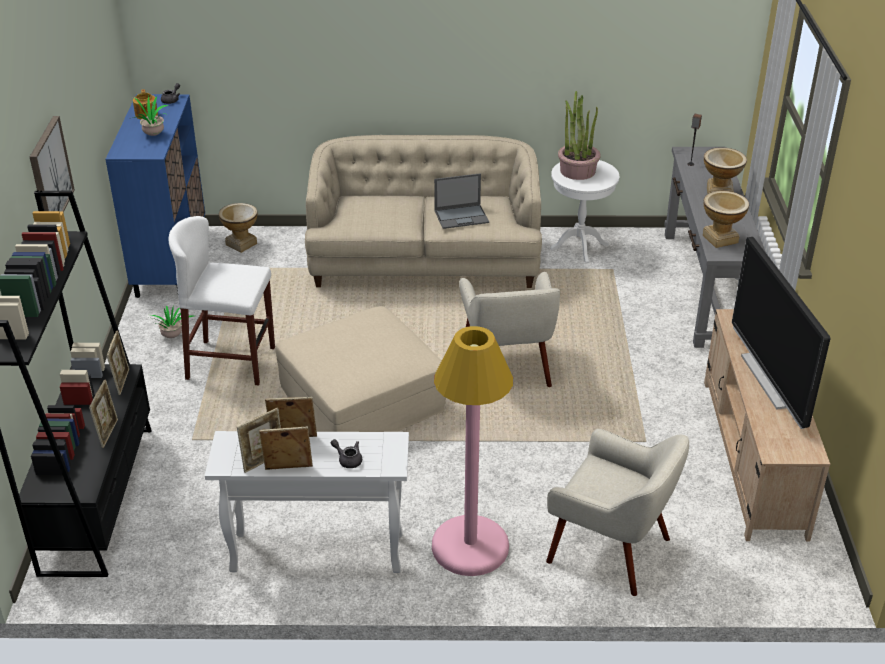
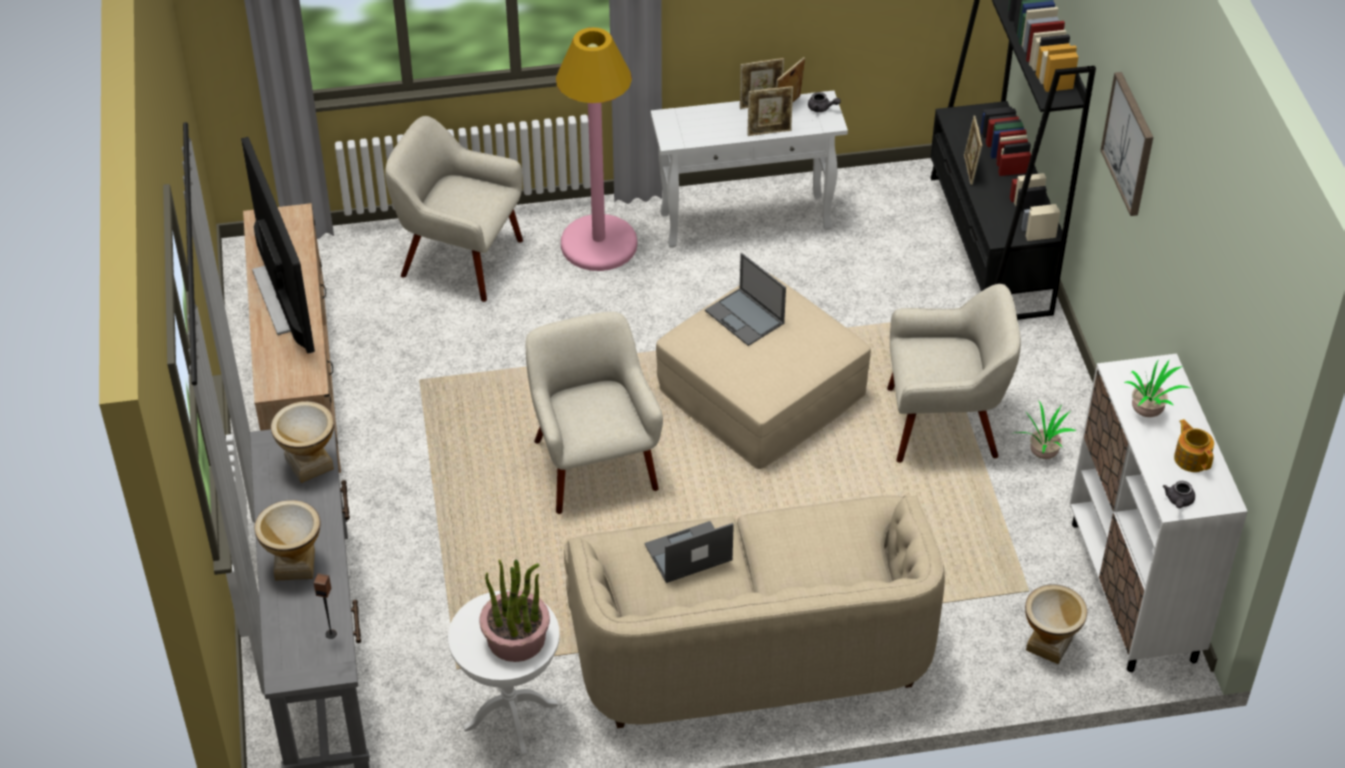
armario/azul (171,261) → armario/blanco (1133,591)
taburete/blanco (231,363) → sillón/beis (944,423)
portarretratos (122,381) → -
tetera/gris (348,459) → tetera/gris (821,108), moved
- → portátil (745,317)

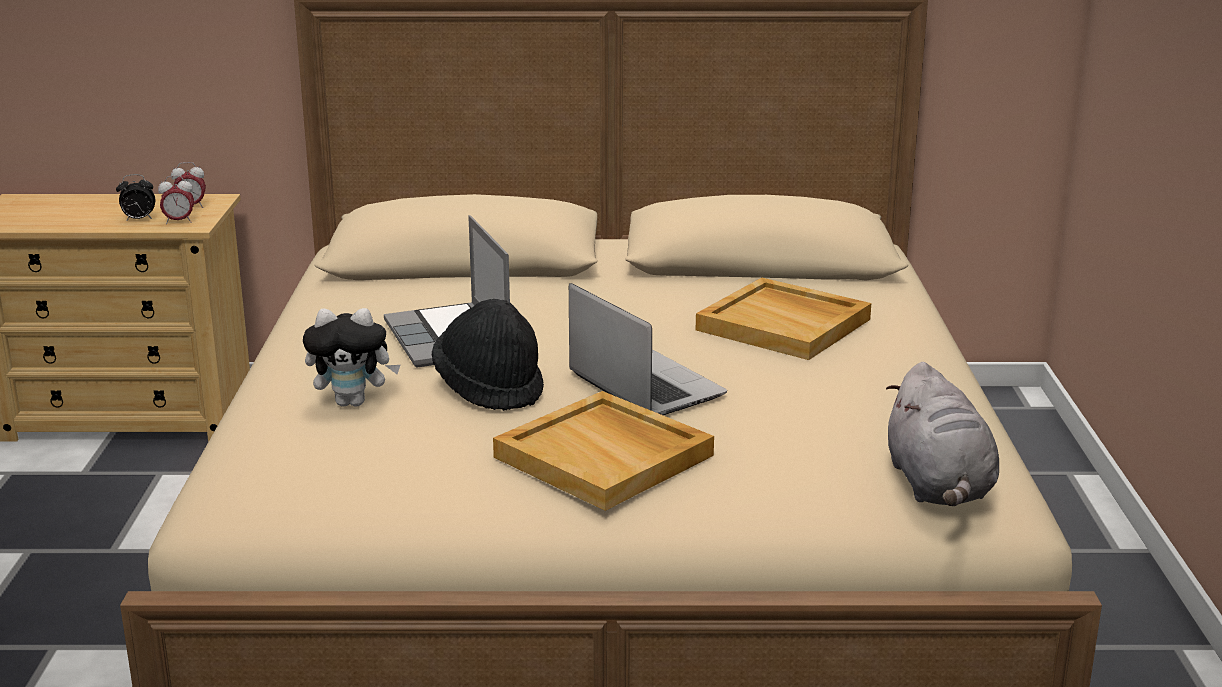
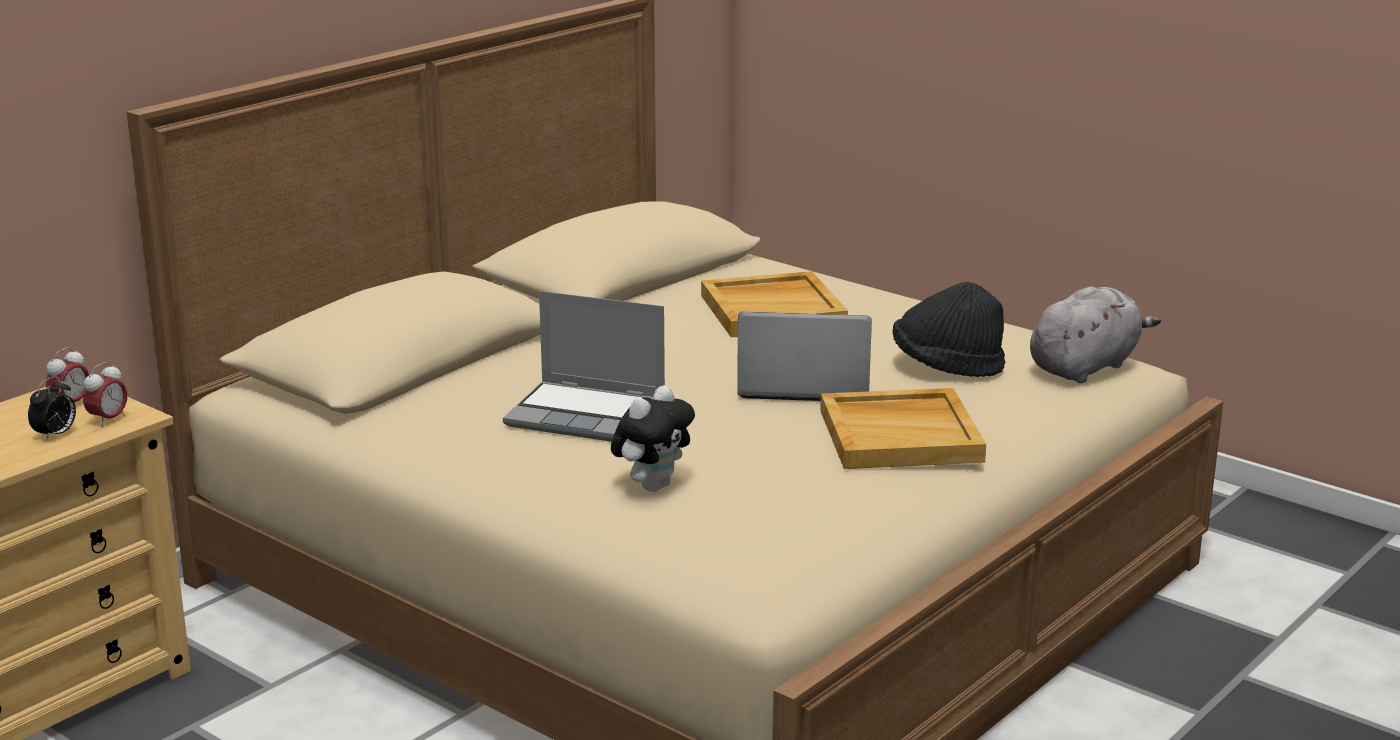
sombrero/negro (490,388) → sombrero/negro (947,367), moved
peluche/gris (938,487) → peluche/gris (1085,367), 75 degrees counterclockwise

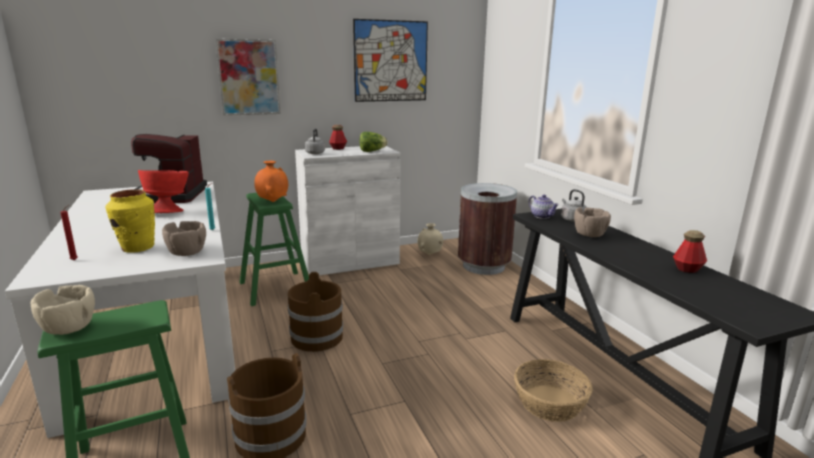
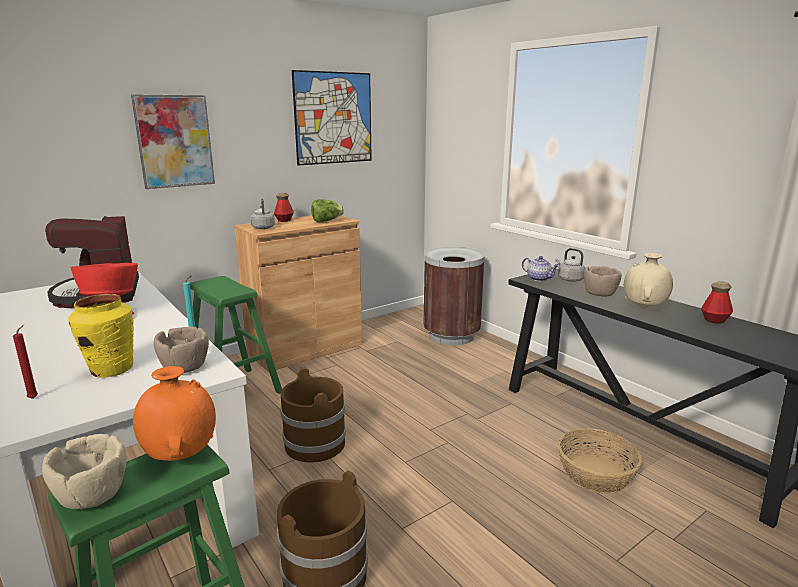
armario/blanco (350,261) → armario/marrón (305,348)
florero/naranja (272,201) → florero/naranja (180,455), moved
florero/beis (429,254) → florero/beis (644,308), moved

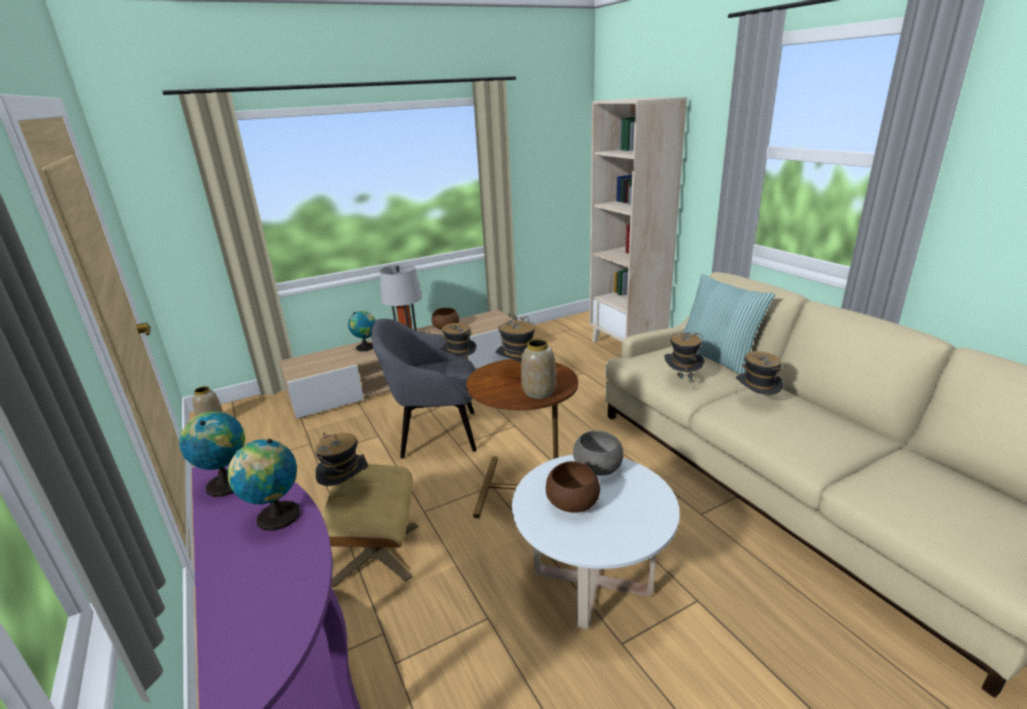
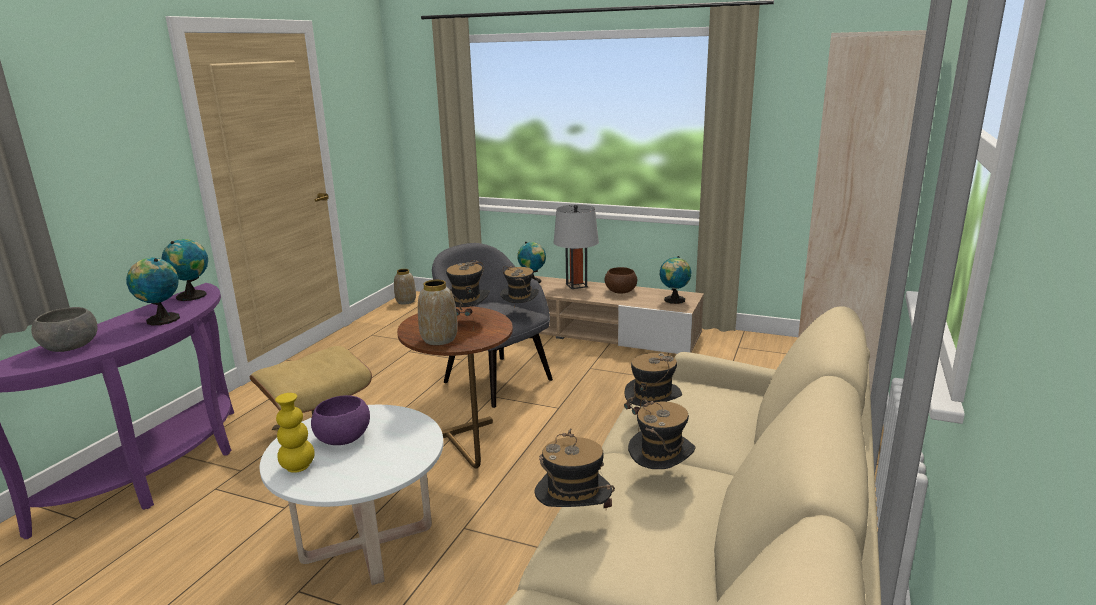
cojín (717,358) → -
cuenco/gris (598,467) → cuenco/gris (70,346), moved
sombrero (346,490) → sombrero (574,522), moved
cuenco/marrón (572,502) → cuenco/morado (343,437)
- → globo terráqueo (674,300)
- → florero/amarillo (298,467)

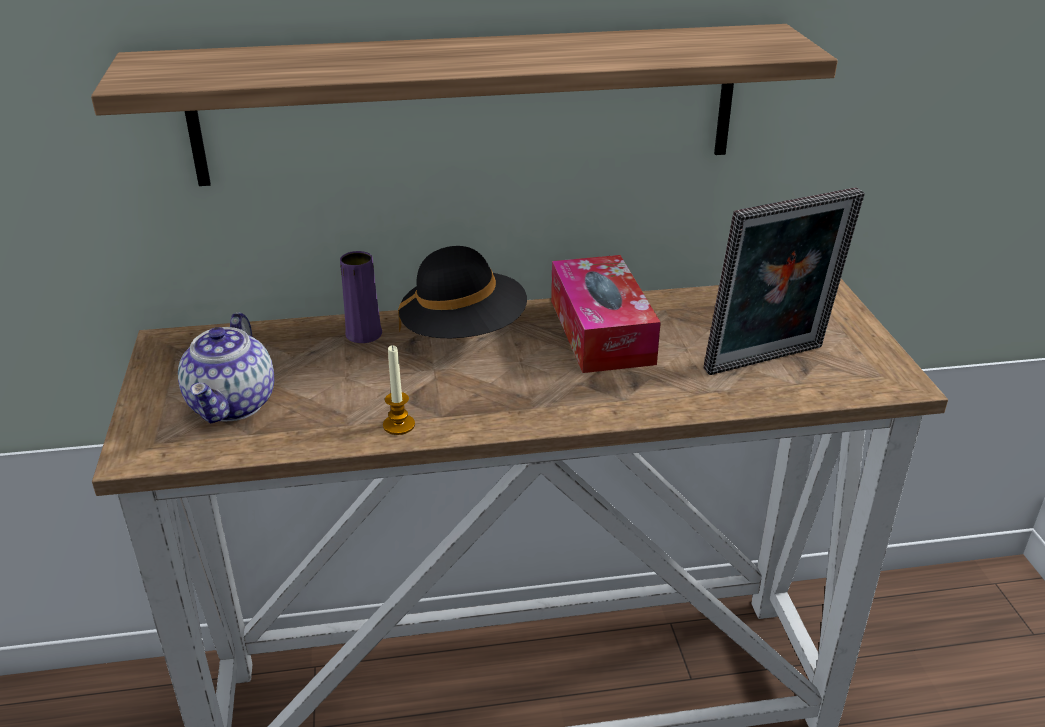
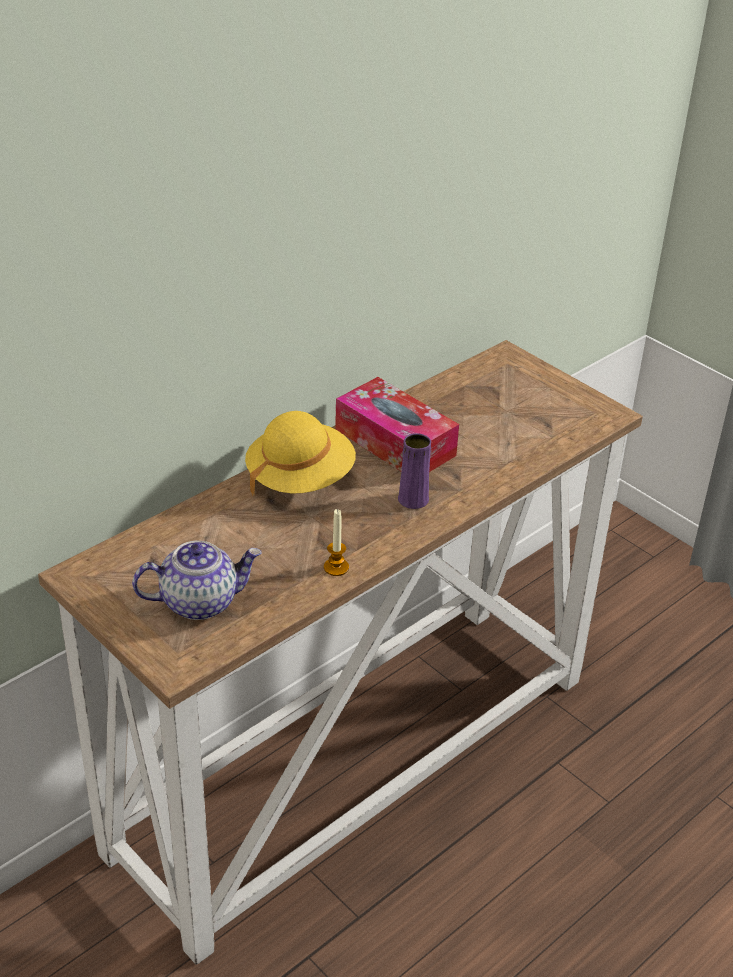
estante (468,105) → -
portarretratos (768,362) → -
sombrero/negro (464,331) → sombrero/amarillo (300,478)
florero/morado (364,334) → florero/morado (413,499), moved
tetera (233,405) → tetera (200,601), 75 degrees counterclockwise

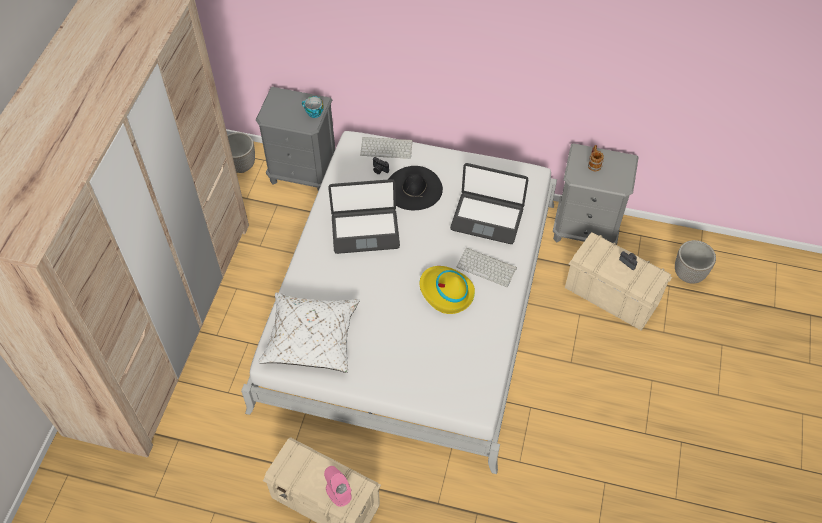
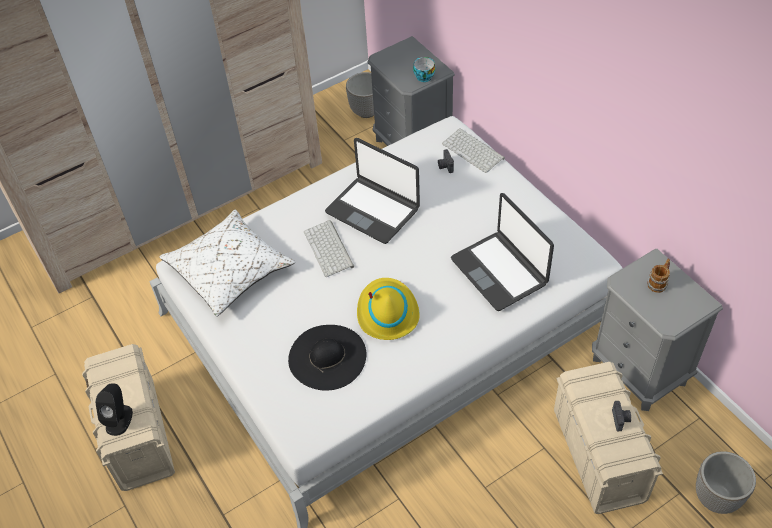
sombrero/negro (414,188) → sombrero/negro (327,357), moved
teclado (487,267) → teclado (330,249), moved
altavoz/rosa (338,492) → altavoz/negro (119,419)

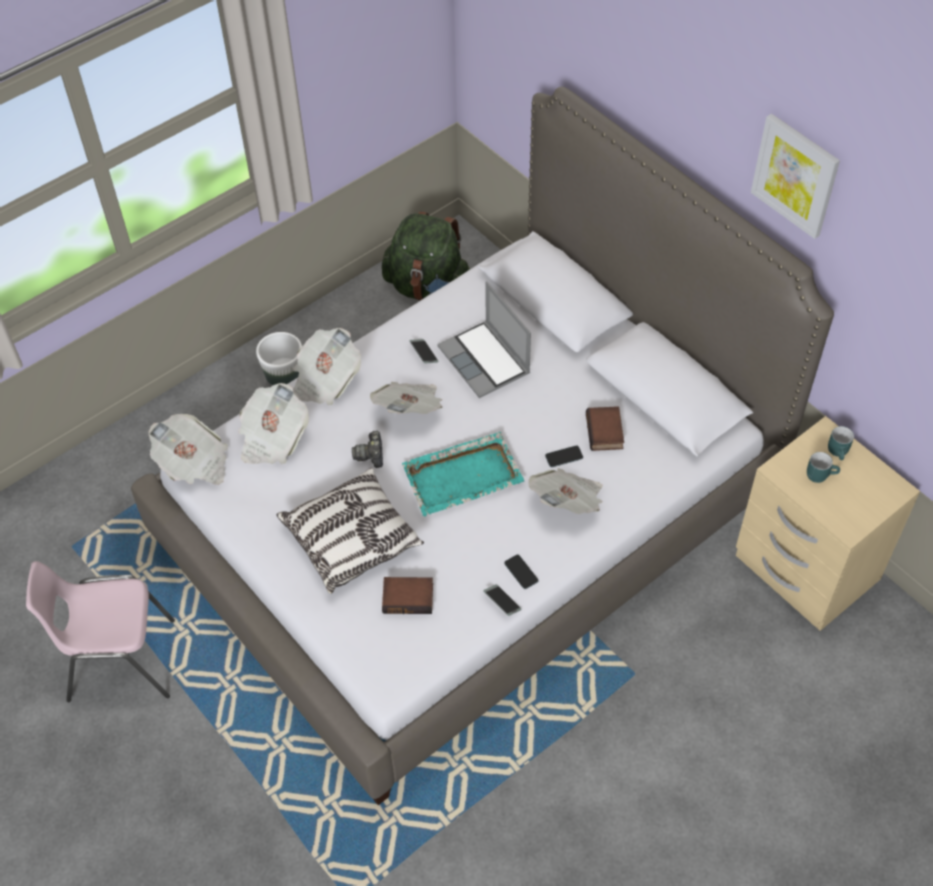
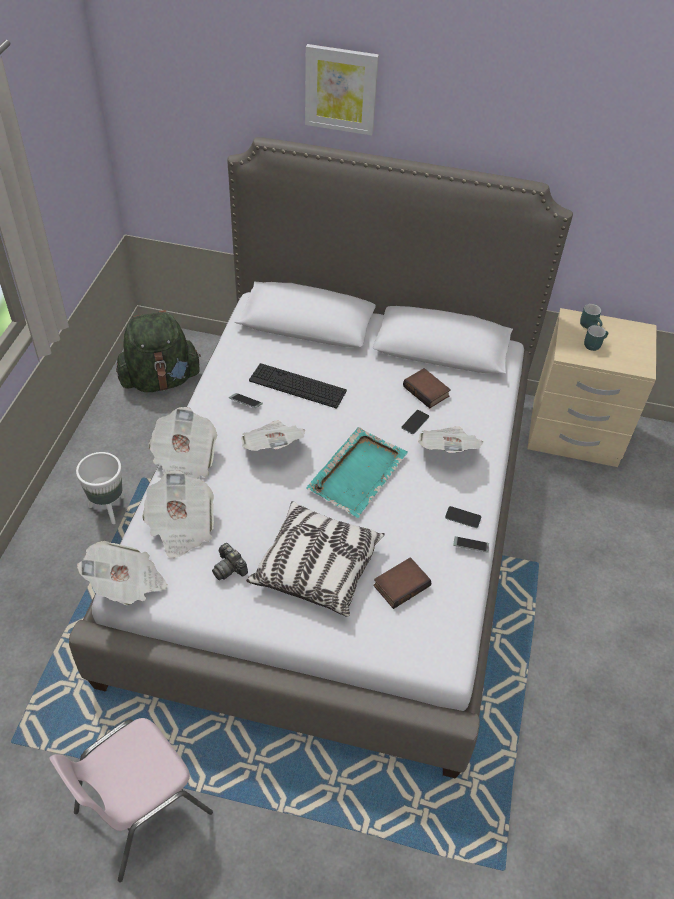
cuadro (795,175) → cuadro (341,89), moved
portátil (485,361) → teclado (297,385)
cámara (370,455) → cámara (229,568), moved

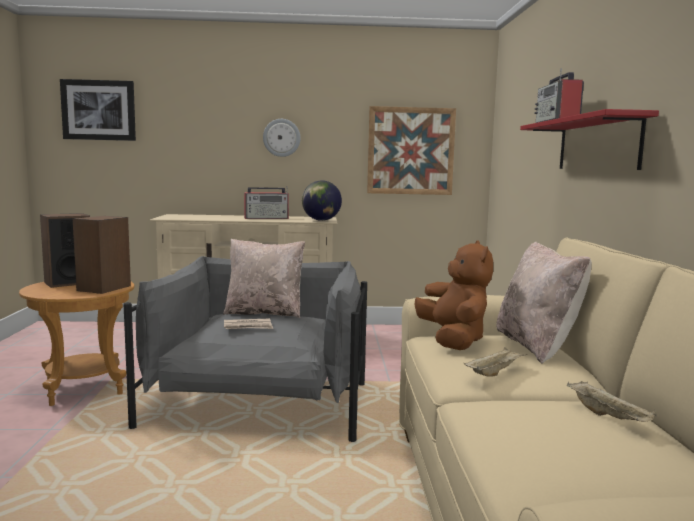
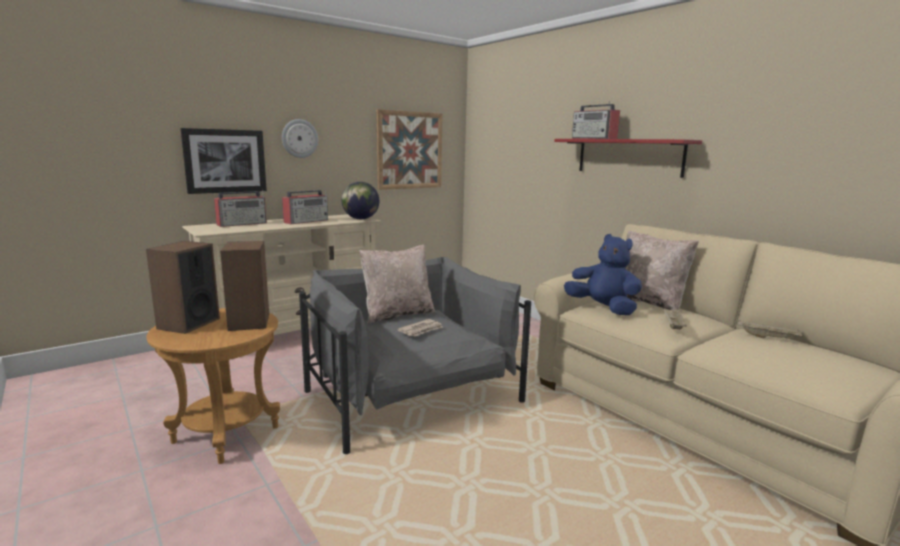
cuadro (98,110) → cuadro (225,161), moved
peluche/marrón (453,340) → peluche/azul (603,308)
- → radio (243,224)

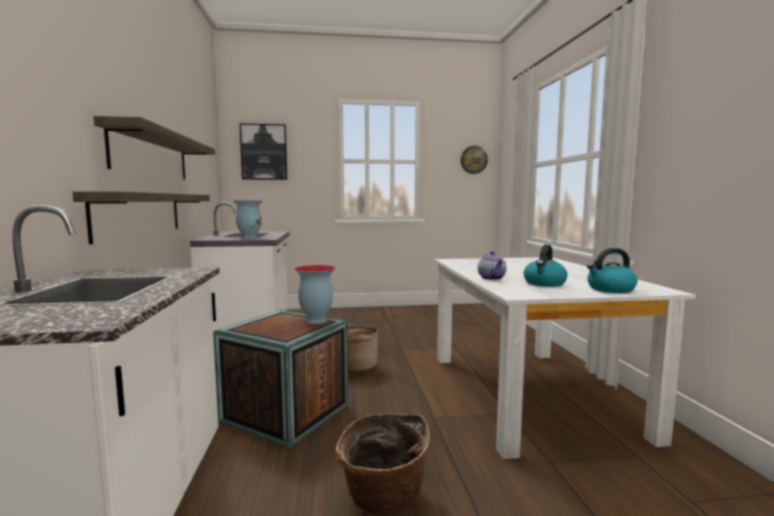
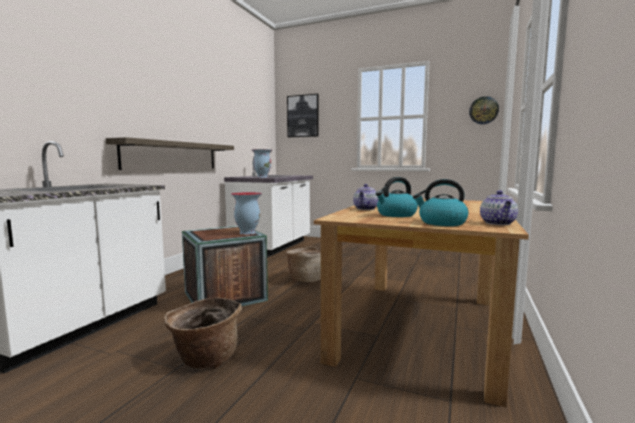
estante (152,155) → -
mesa de comedor/blanco (531,393) → mesa de comedor/marrón (421,327)
- → tetera (498,223)

